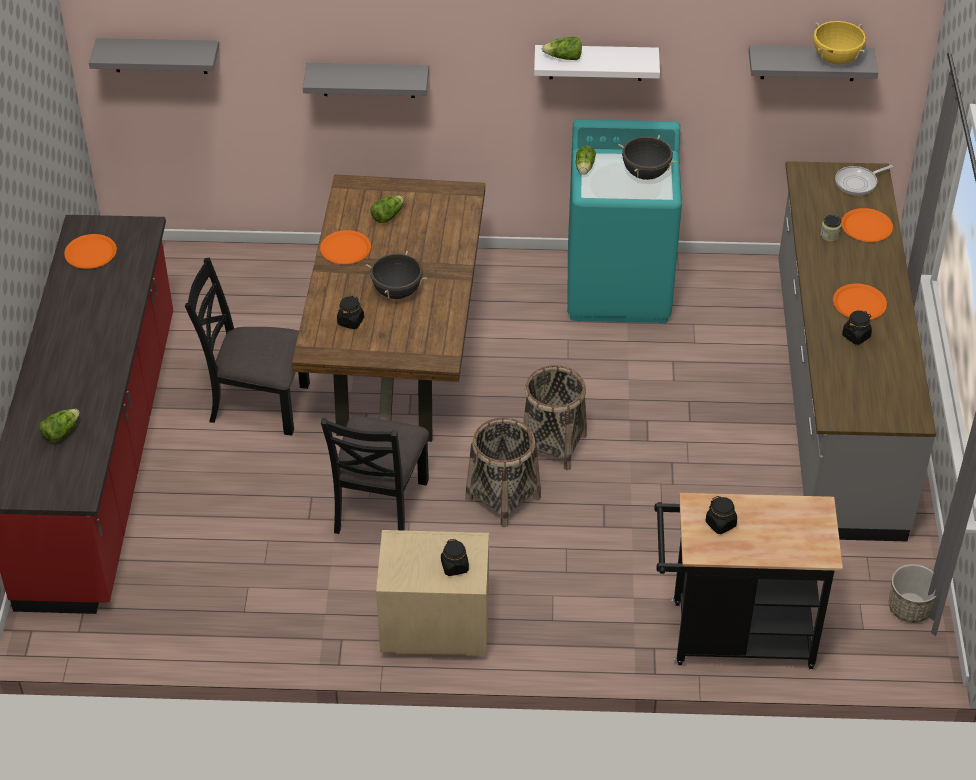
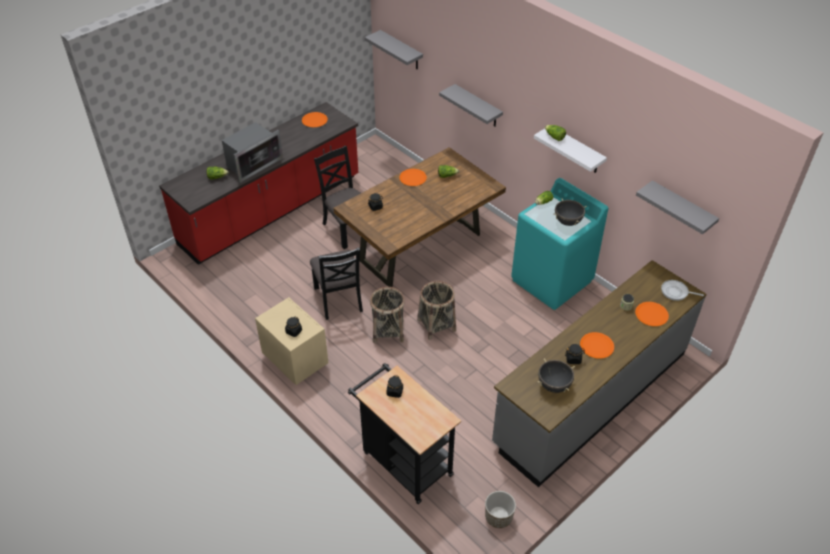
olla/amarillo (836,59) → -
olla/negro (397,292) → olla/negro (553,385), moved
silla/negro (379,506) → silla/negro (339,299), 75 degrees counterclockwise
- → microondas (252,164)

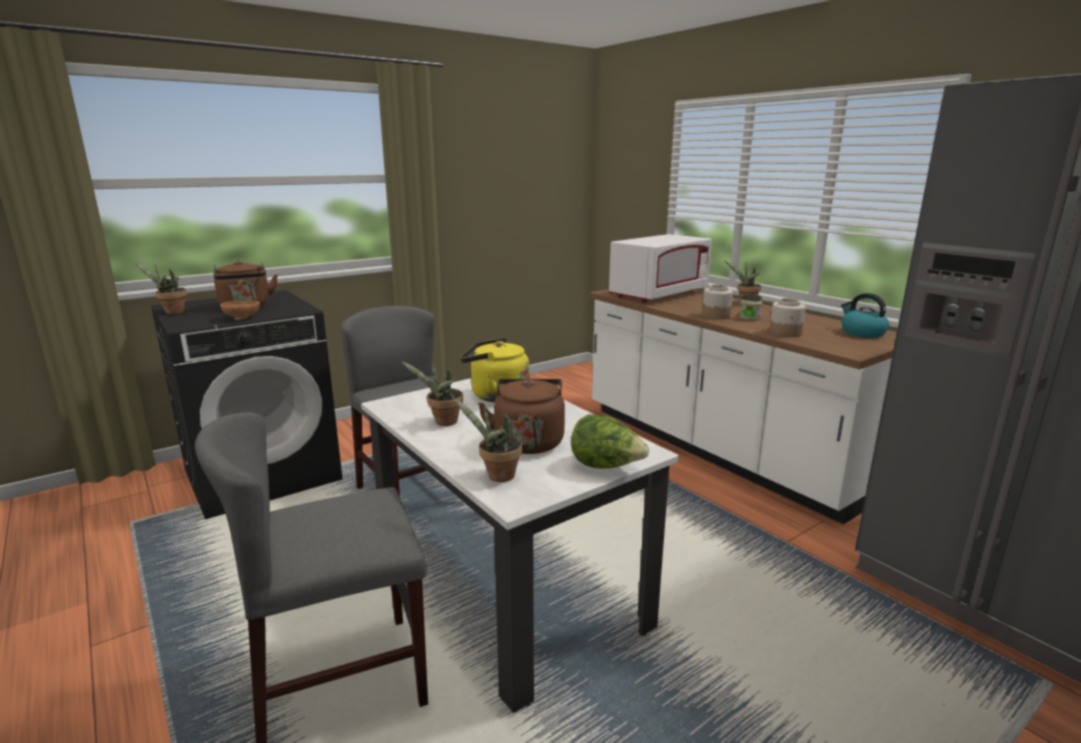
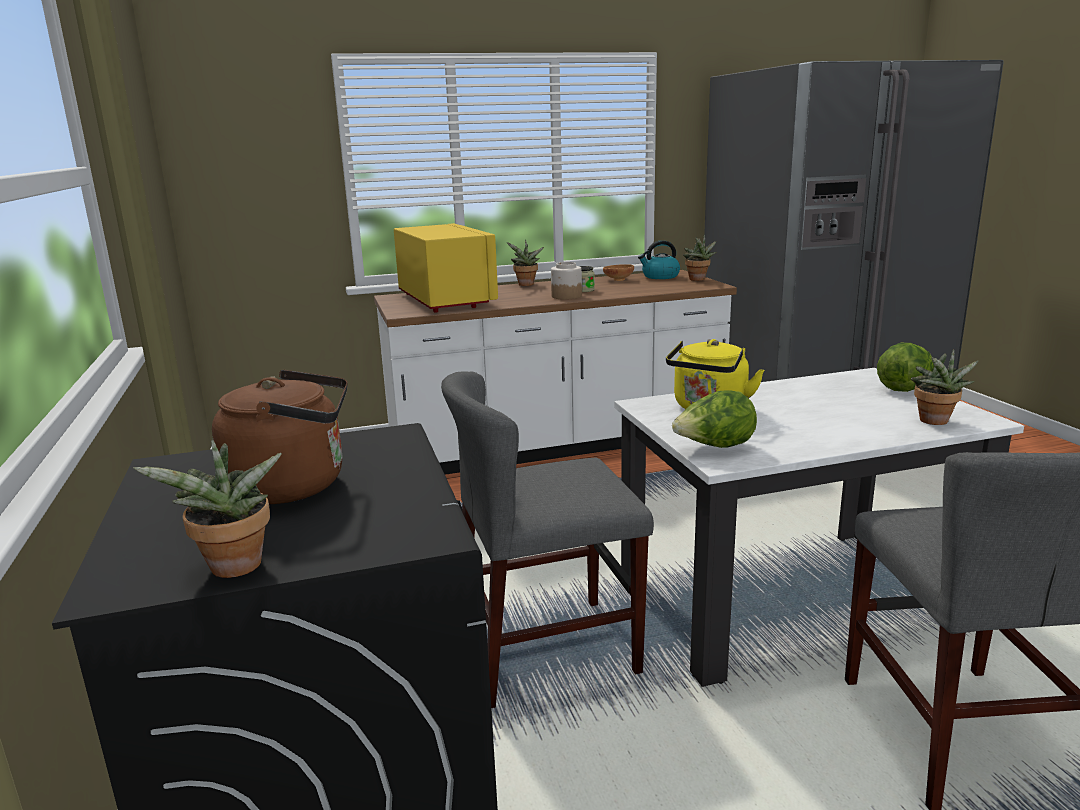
microondas/blanco (659,294) → microondas/amarillo (446,300)
tarro (785,333) → -
cuenco/marrón (243,318) → cuenco/marrón (618,279), moved
planta en maceta (443,422) → planta en maceta (698,280), moved
hervidor/marrón (528,441) → -
- → lechuga (714,447)

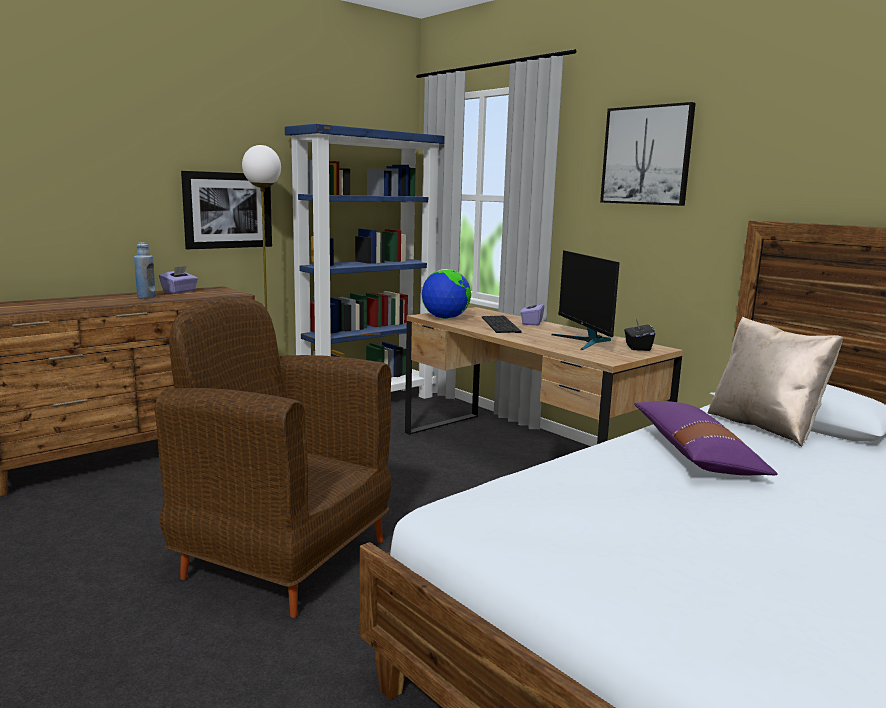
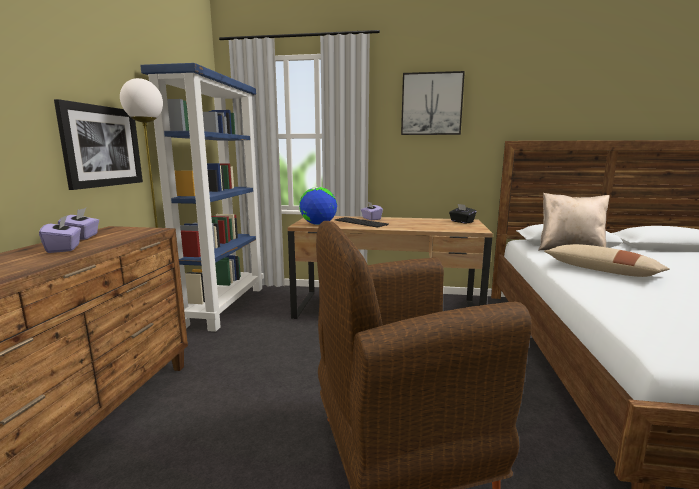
botella/azul (146,297) → caja de pañuelos/morado (64,248)
monitor (585,341) → -
cojín/morado (695,454) → cojín/beis (601,271)

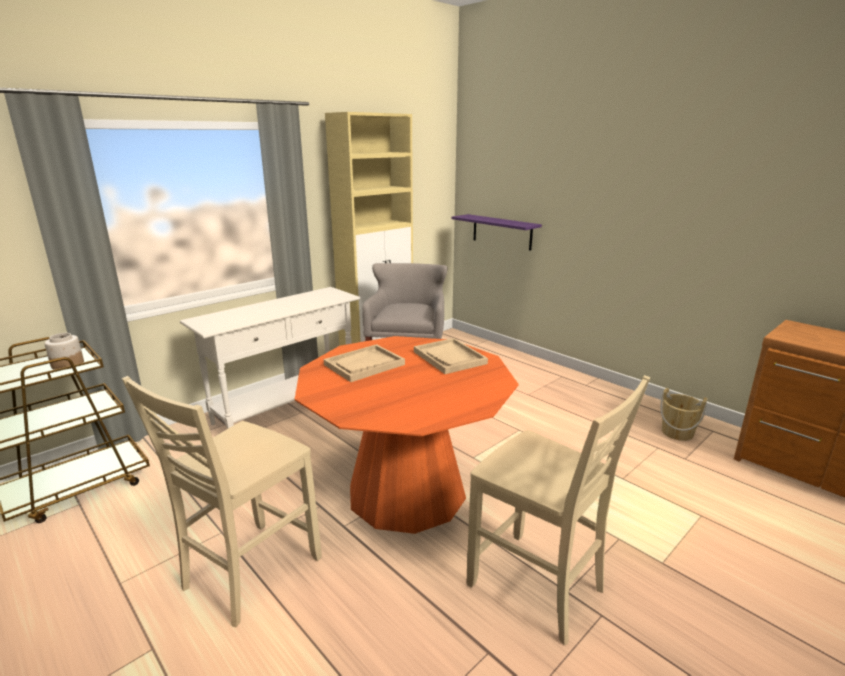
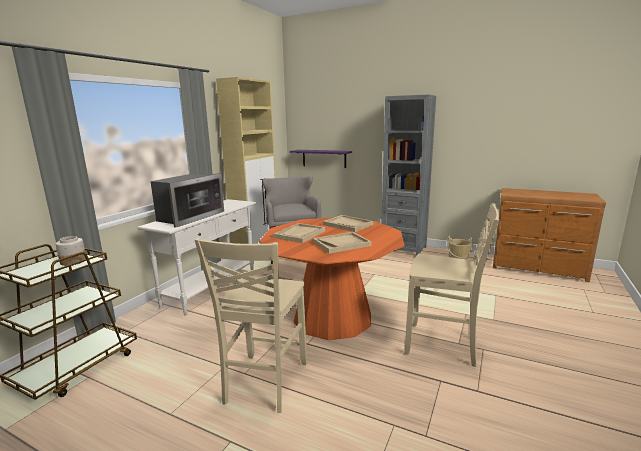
- → estantería/gris (403,249)
- → microondas (189,217)
- → bandeja/beis (341,244)

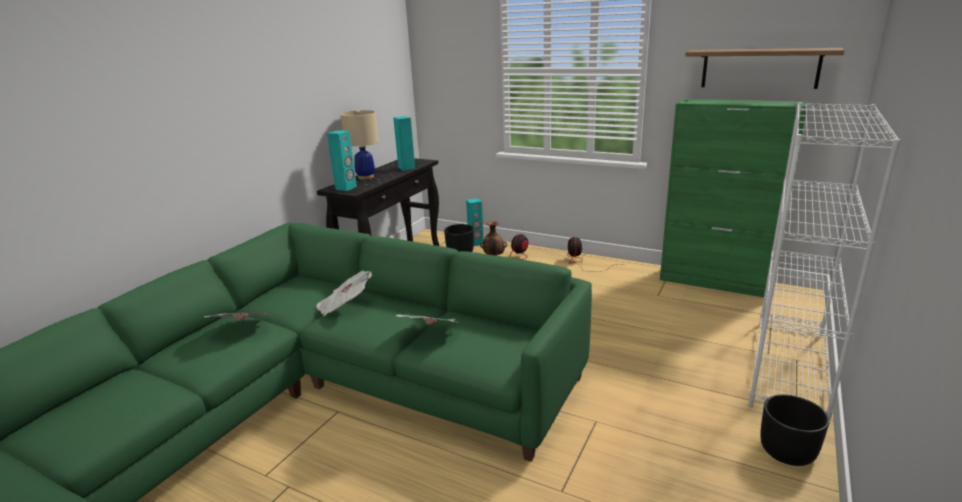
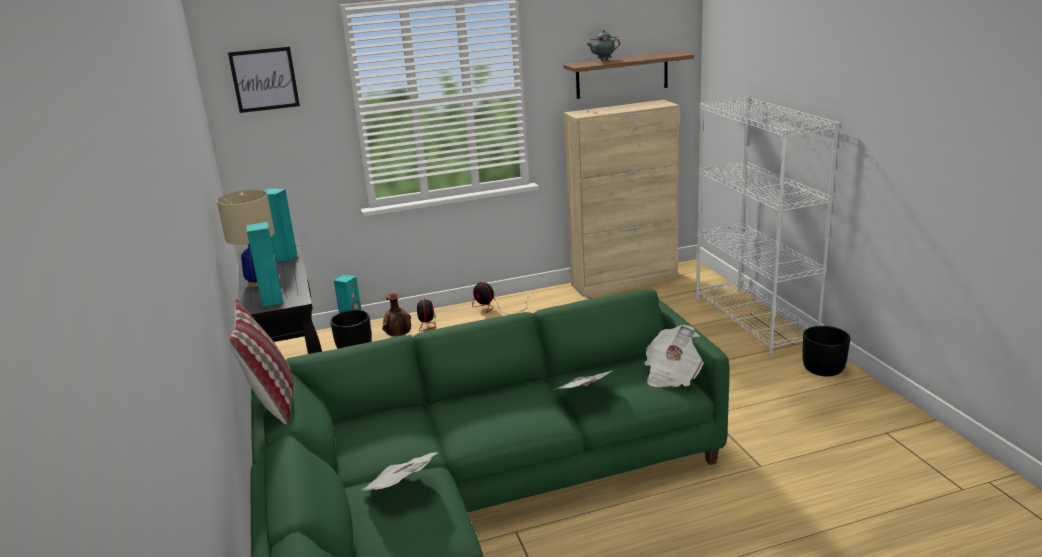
armario/verde (716,282) → armario/beis (624,281)
periódico (345,306) → periódico (673,373), moved
- → tetera (603,61)
- → cuadro (264,79)
- → cojín (272,400)

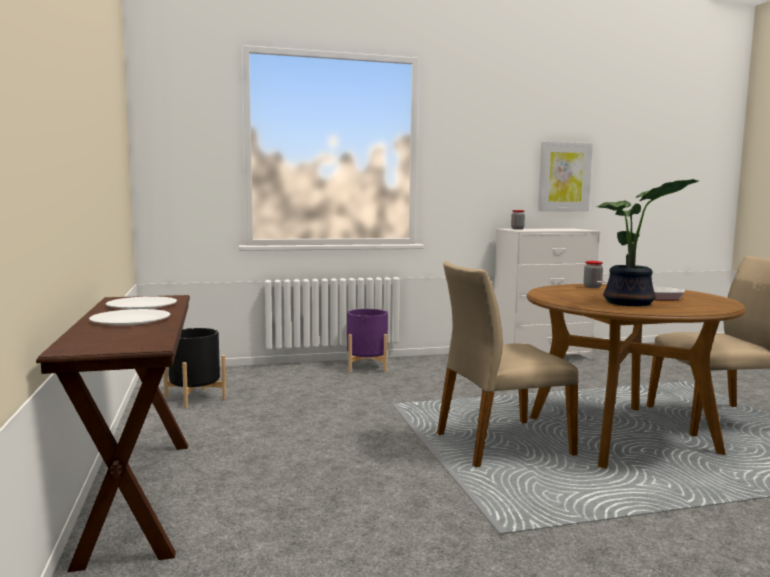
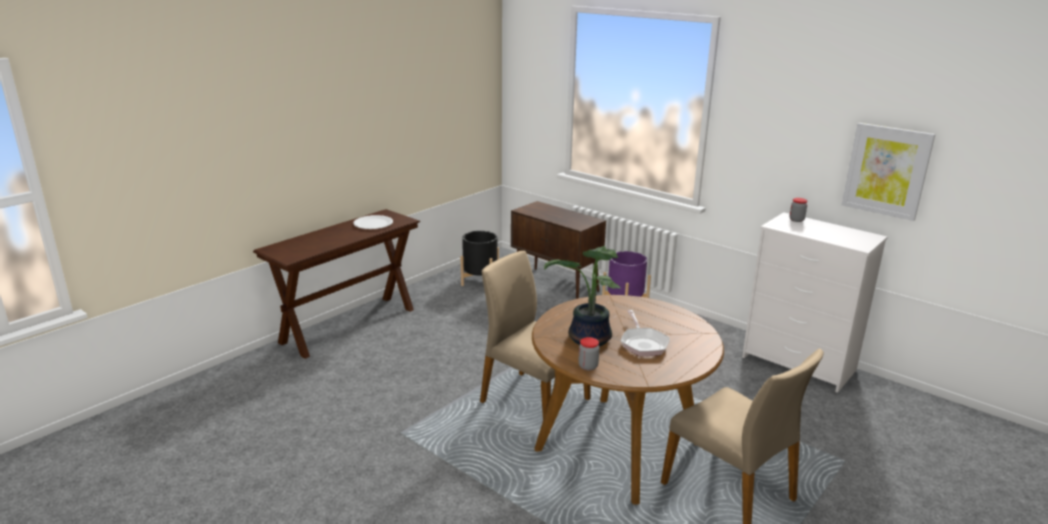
tarro (592,287) → tarro (588,366), moved
plato/blanco (131,320) → -
- → armario/marrón (556,285)

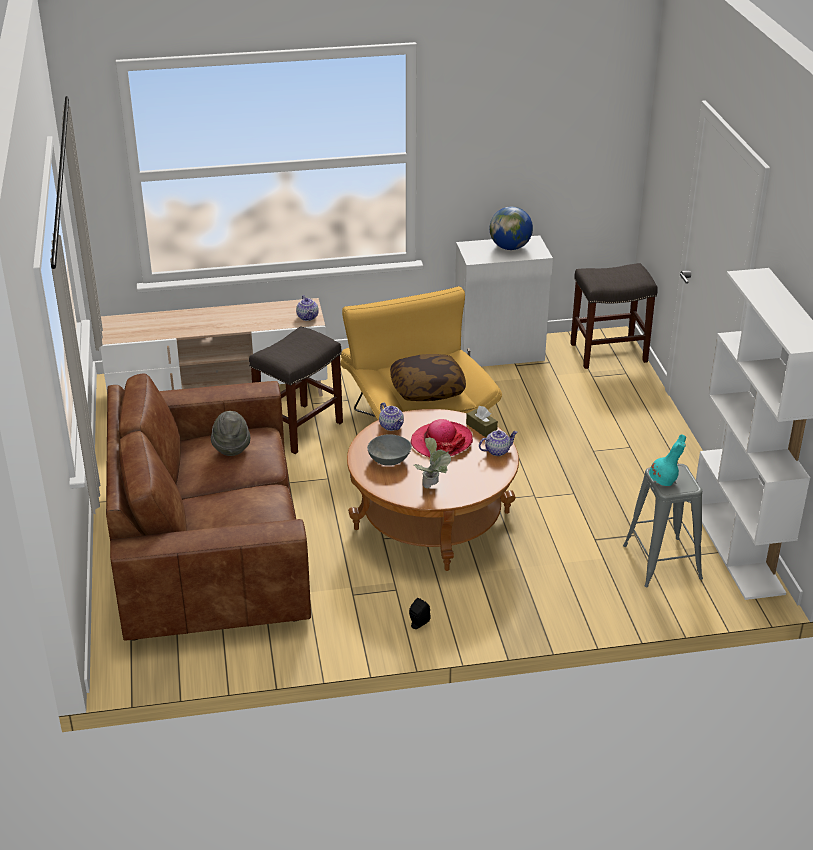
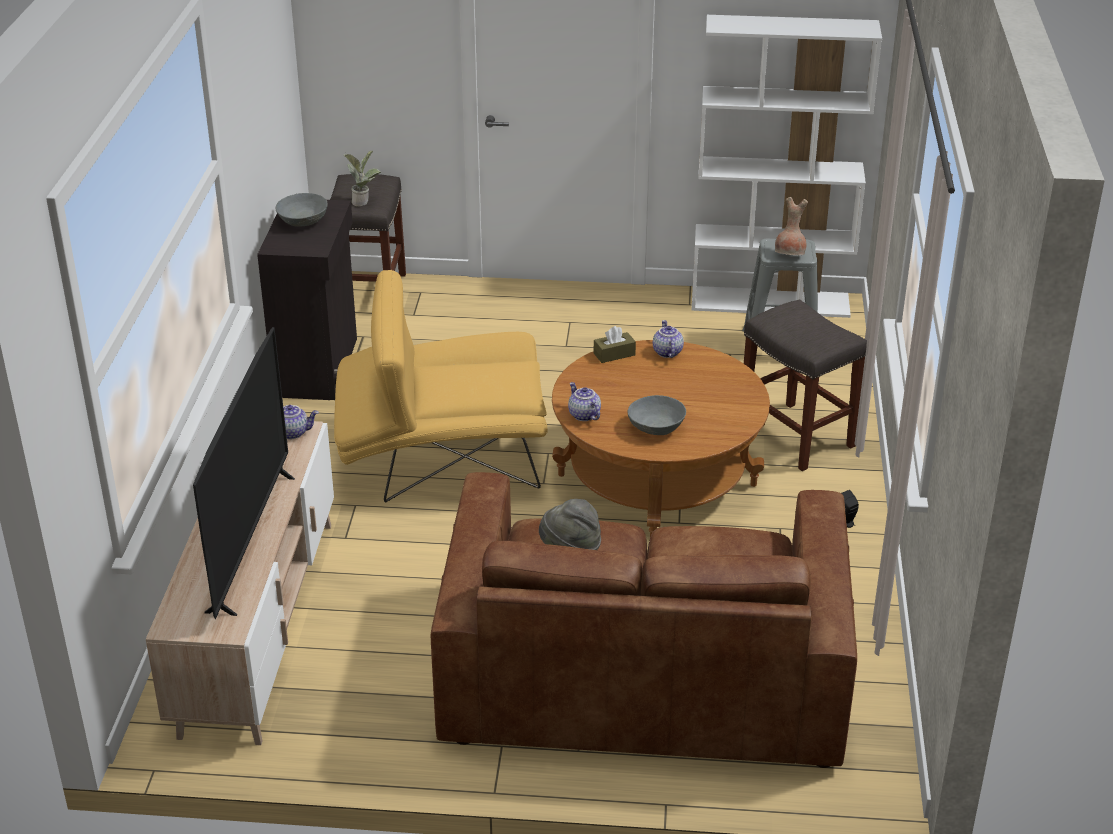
globo terráqueo (510,247) → cuenco/gris (303,221)
armario/blanco (500,353) → armario/negro (318,366)
taburete/gris (299,429) → taburete/gris (798,437), moved
cojín (427,389) → -
tetera (392,426) → tetera (583,415), 105 degrees counterclockwise
sombrero (441,442) → -
florero/turquesa (664,481) → florero/marrón (790,255)
planta en maceta (433,486) → planta en maceta (364,201), moved
- → televisor (251,542)

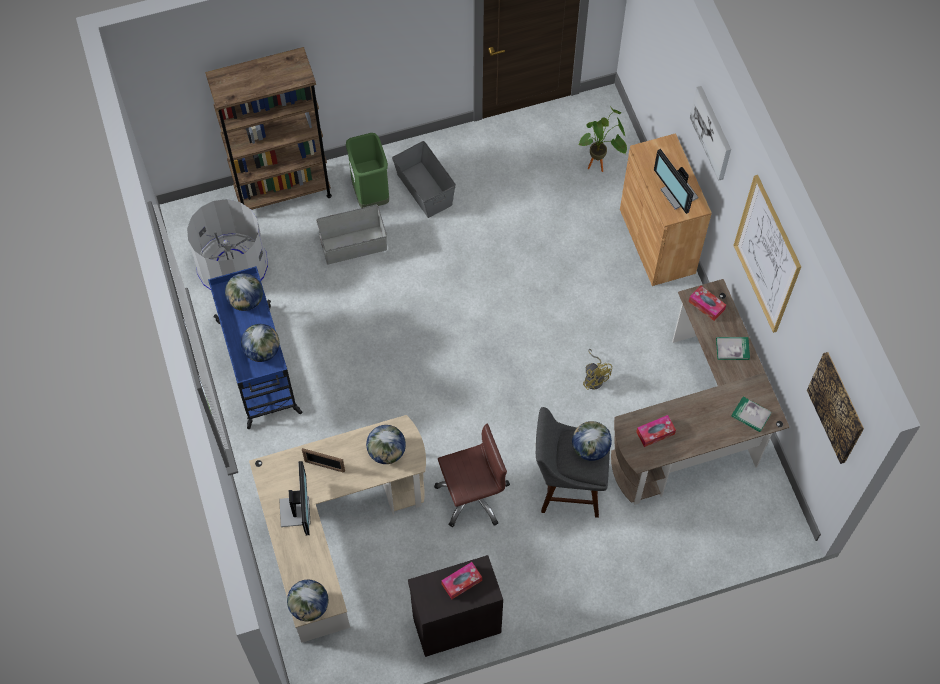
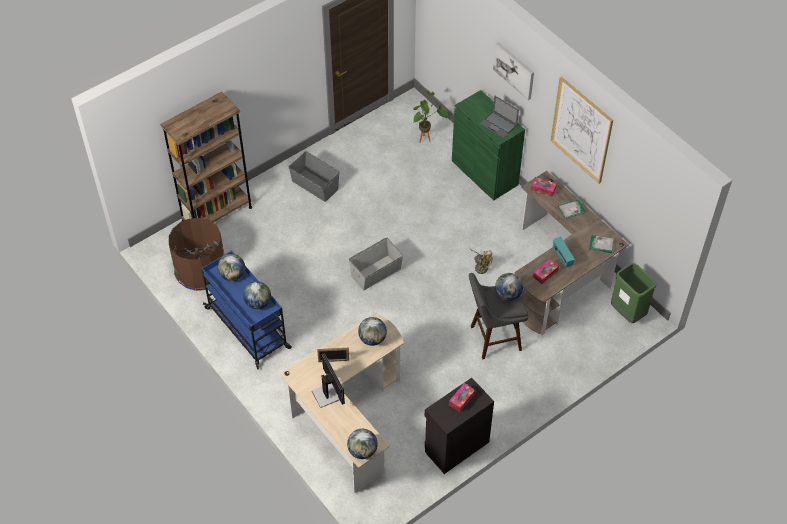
papelera/verde (371,195) → papelera/verde (627,313), moved
armario/marrón (657,241) → armario/verde (484,173)
monitor (678,195) → portátil (499,125)
papelera/gris (232,265) → papelera/marrón (201,270)
caja de almacenaje/gris (353,244) → caja de almacenaje/gris (375,272), moved
cuadro (836,407) → -
silla de oficina/marrón (472,495) → -
- → radio (562,257)

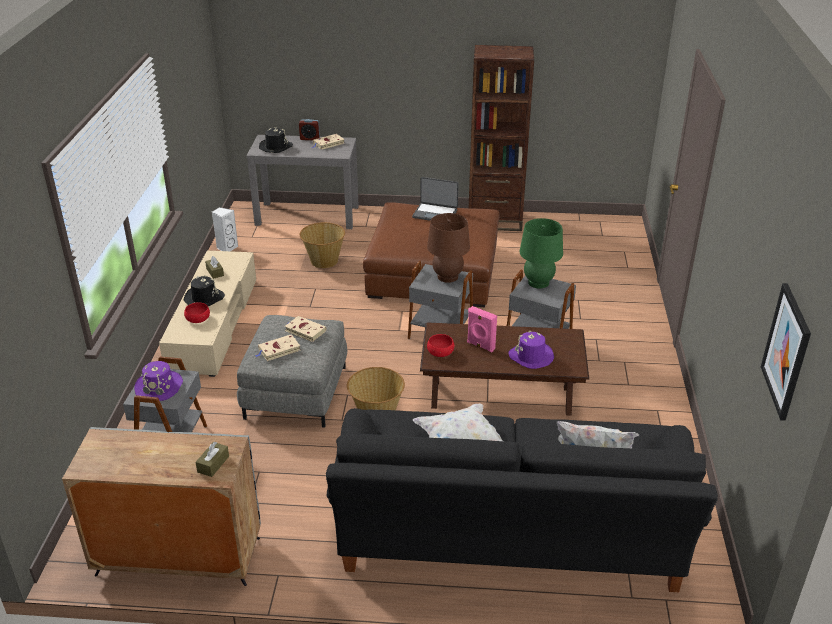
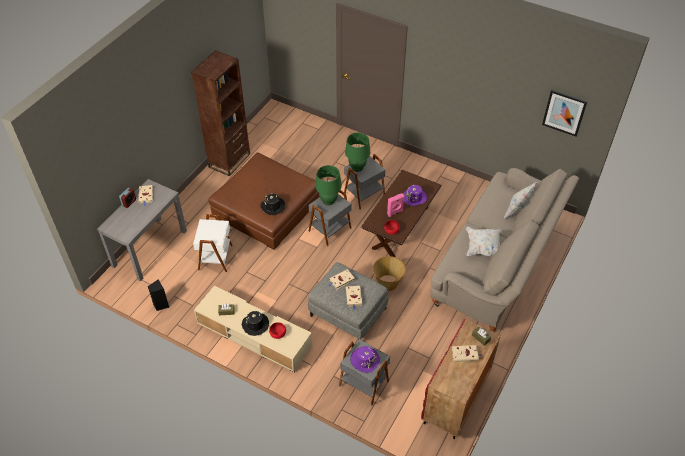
sombrero/negro (275,147) → sombrero/negro (273,206), moved
portátil (435,213) → -
altavoz/blanco (226,248) → altavoz/negro (161,305)
lámpara de mesa/marrón (447,277) → lámpara de mesa/verde (328,200)
cesta (324,261) → mesa auxiliar/blanco (216,257)
sofá/negro (509,537) → sofá/beis (497,264)
armario/gris (177,556) → armario/rojo (456,399)
- → libro/beis (465,354)

